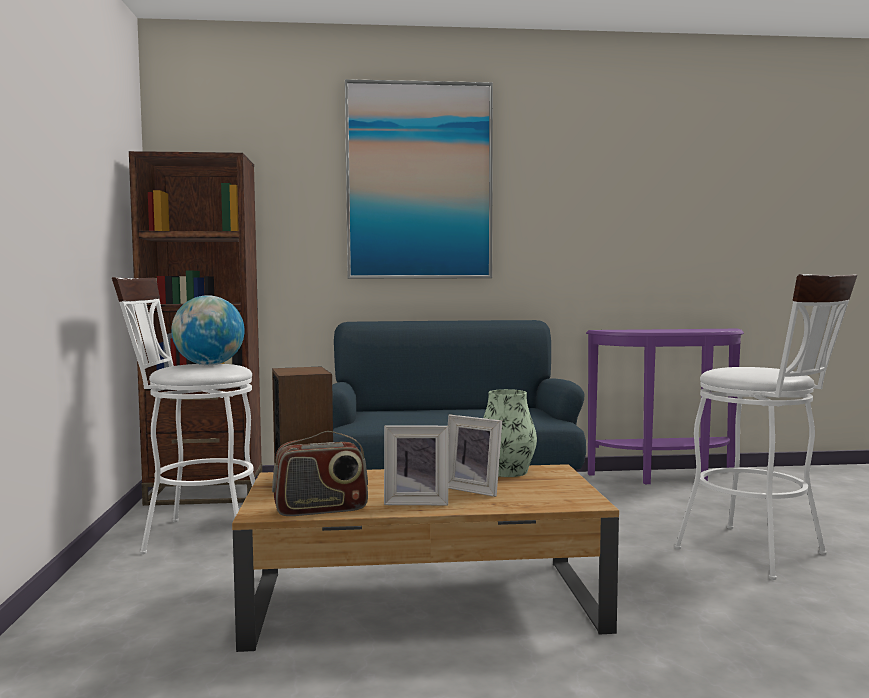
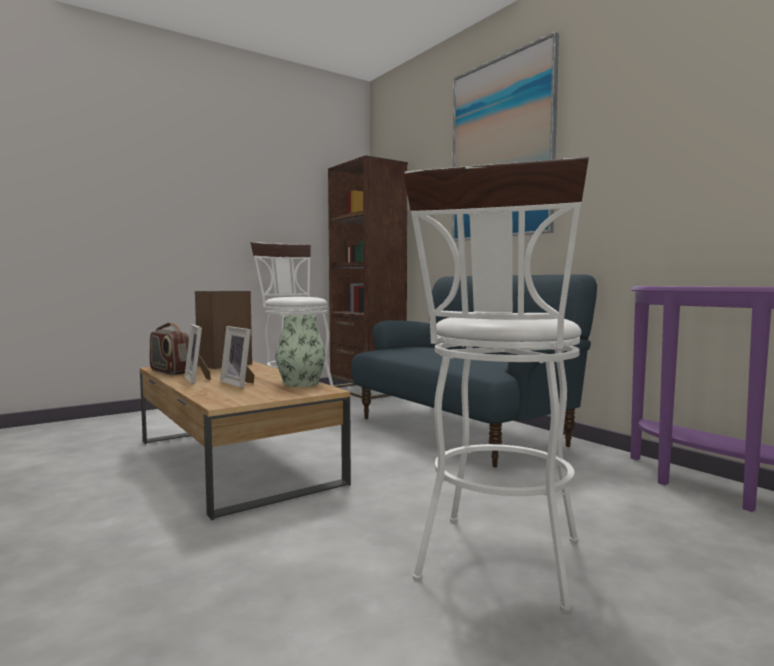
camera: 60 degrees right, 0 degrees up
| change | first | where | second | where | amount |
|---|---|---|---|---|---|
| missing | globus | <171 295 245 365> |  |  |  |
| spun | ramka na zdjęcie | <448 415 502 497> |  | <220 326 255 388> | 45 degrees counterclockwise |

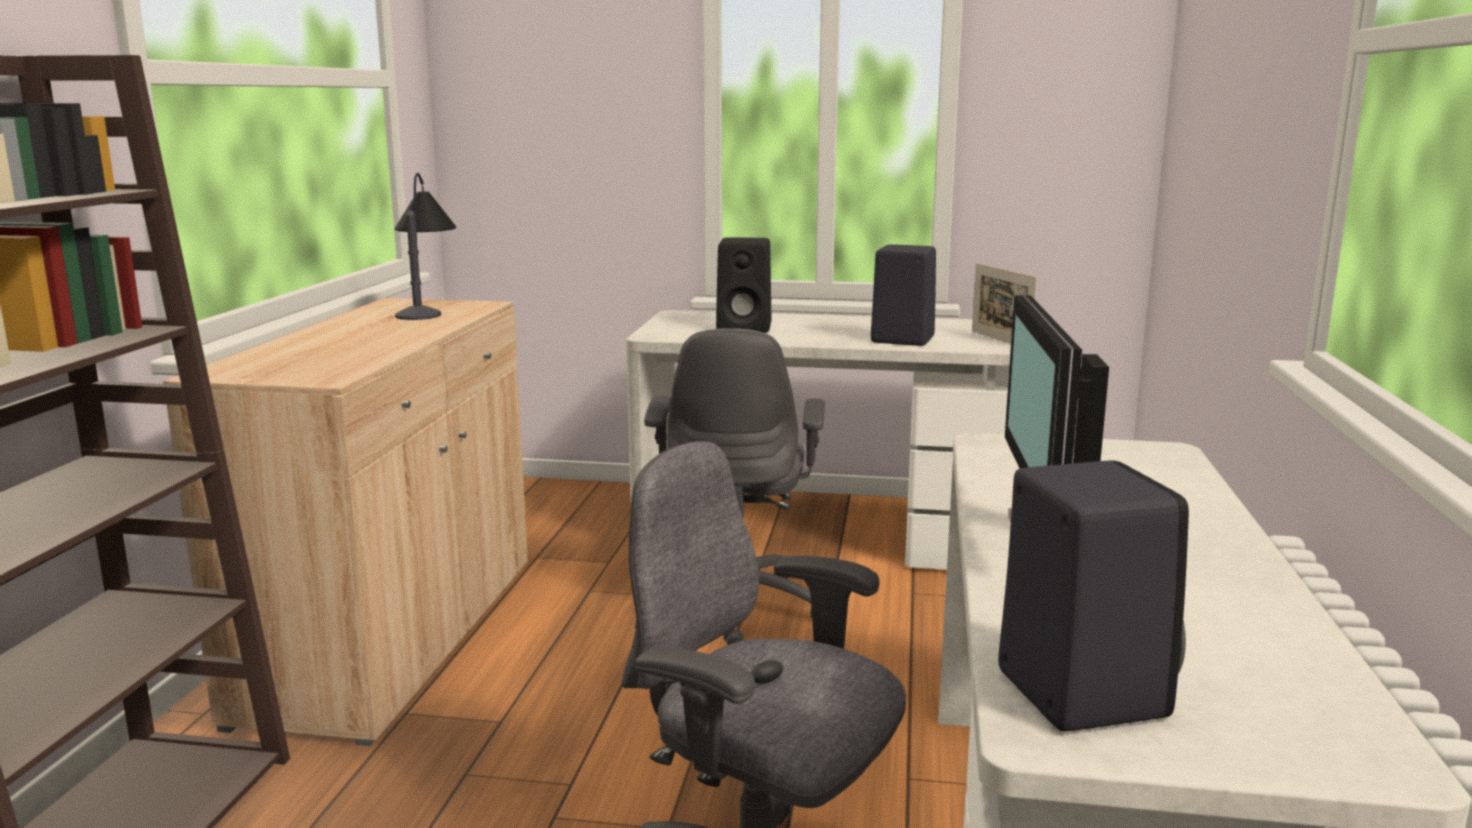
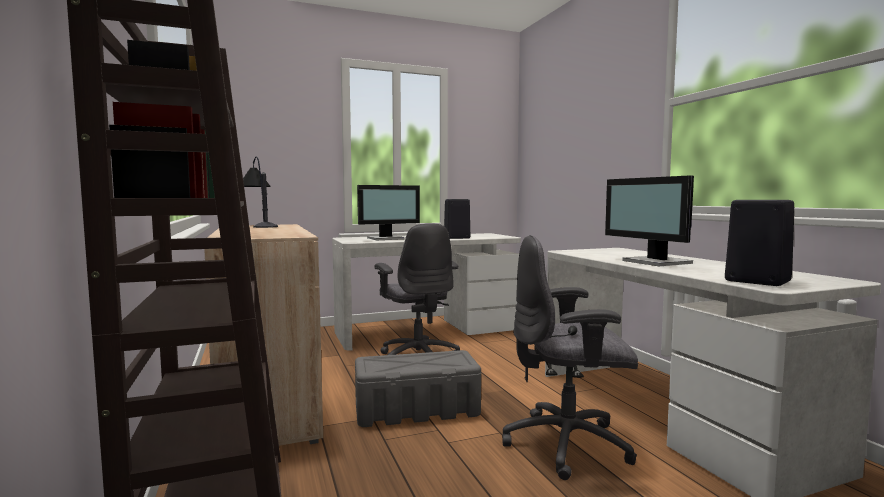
camera: 30 degrees left, 10 degrees down
| change | first | where | second | where | amount |
|---|---|---|---|---|---|
| missing | ramka na zdjęcie | <972 263 1037 344> |  |  |  |
| appeared |  |  | pojemnik do przechowywania [szary] | <355 350 481 427> |  |
| exchanged | głośnik [czarny] | <716 237 771 333> | monitor | <357 185 420 240> |  |

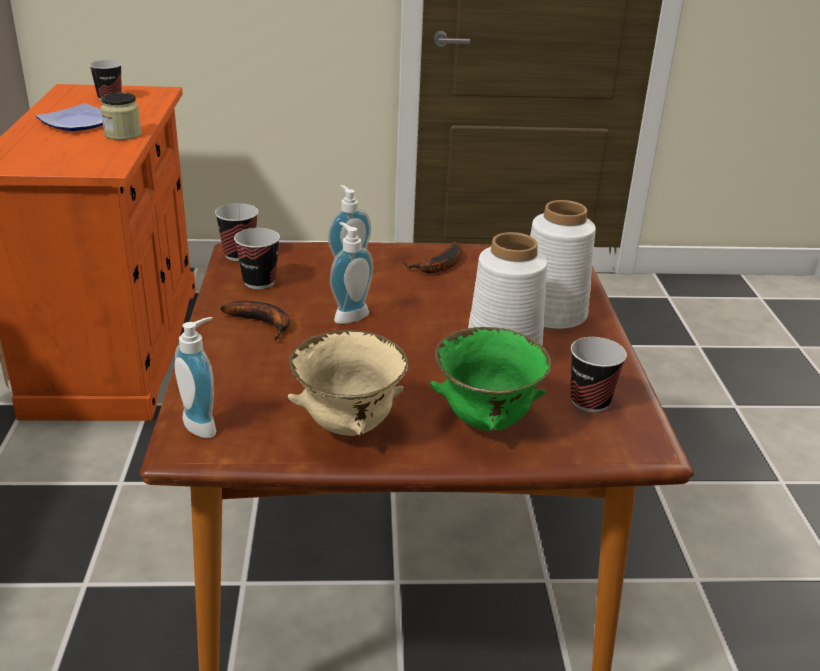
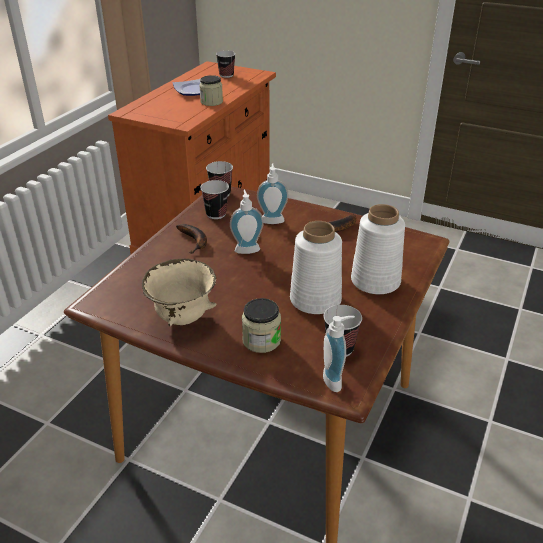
camera: 30 degrees right, 5 degrees up
| change | first | where | second | where | amount |
|---|---|---|---|---|---|
| relocated | dozownik mydła | <175 317 216 438> |  | <323 316 355 392> |  |
| exchanged | miska [zielony] | <430 327 552 431> | słoik | <242 298 281 353> |  |

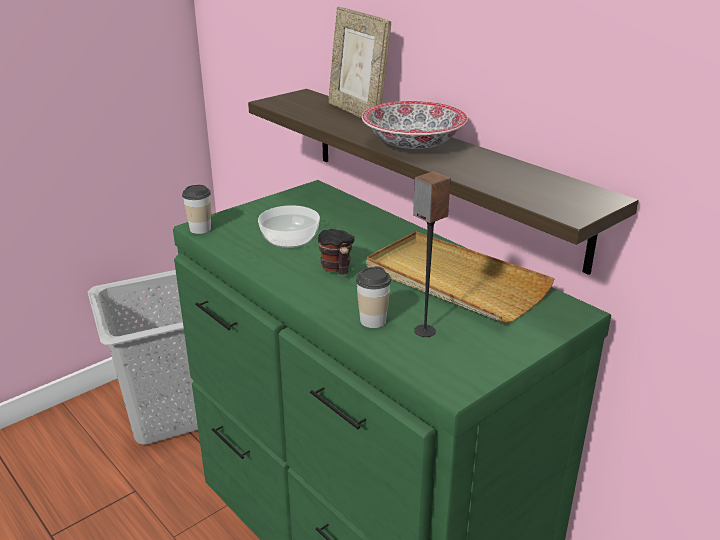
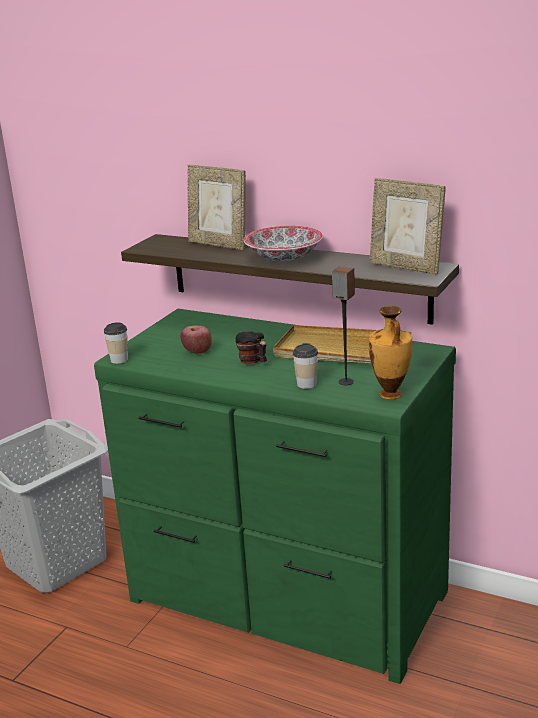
camera: 20 degrees left, 5 degrees down
| change | first | where | second | where | amount |
|---|---|---|---|---|---|
| appeared |  |  | wazon | <369 306 412 399> |  |
| appeared |  |  | ramka na zdjęcie | <370 178 446 275> |  |
| exchanged | miska | <258 205 320 248> | jabłko | <180 325 212 354> |  |

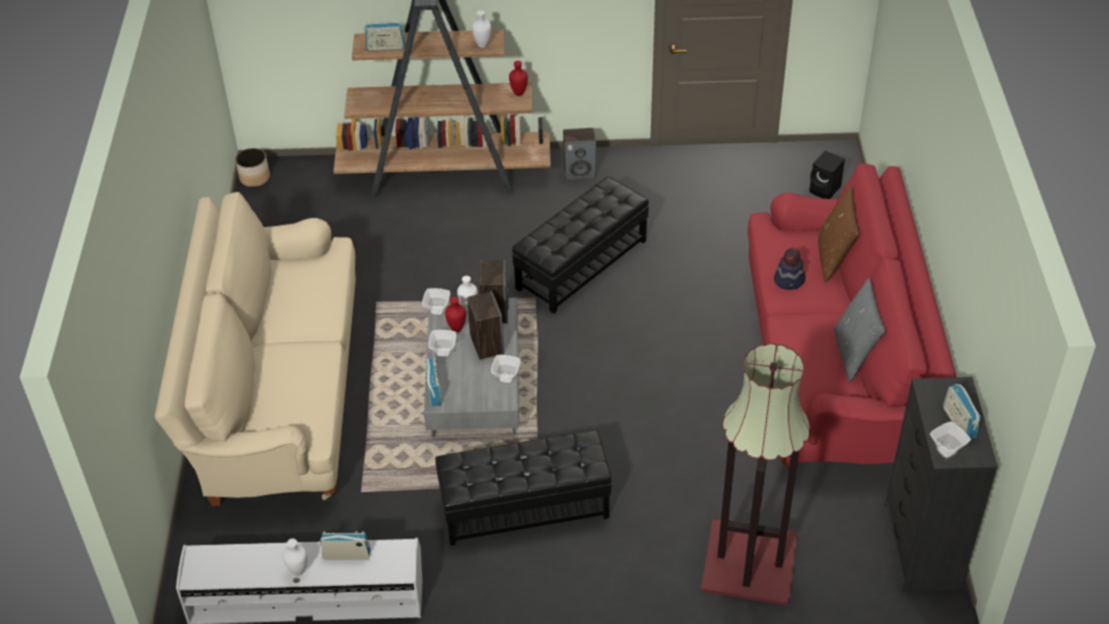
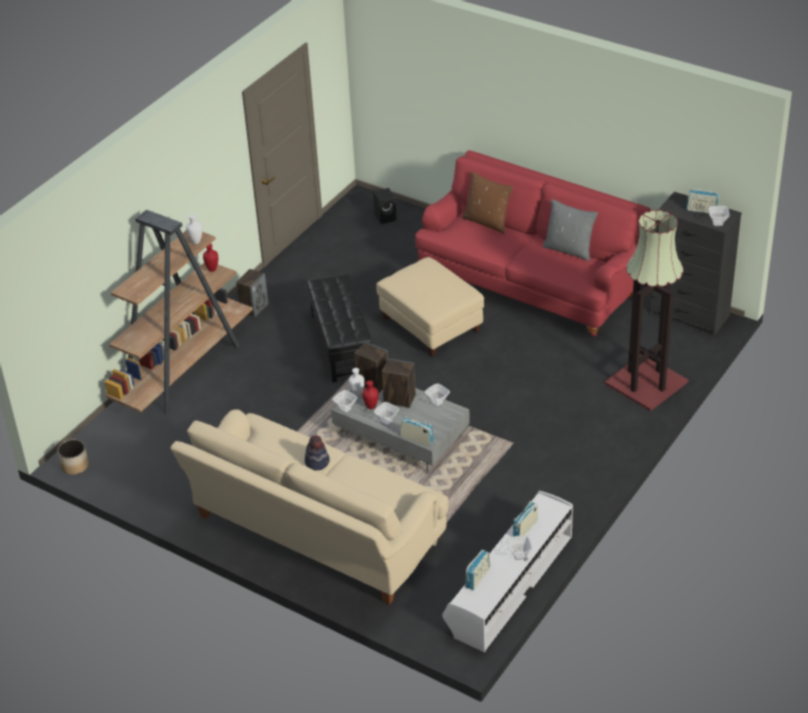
camera: 55 degrees left, 5 degrees down
| change | first | where | second | where | amount |
|---|---|---|---|---|---|
| missing | pufa [czarny] | <435 430 611 546> |  |  |  |
| appeared |  |  | pufa [beżowy] | <377 257 484 356> |  |
| relocated | radio | <364 21 405 51> |  | <465 550 490 590> |  |
| relocated | kapelusz | <774 248 805 290> |  | <305 435 330 471> |  |
| exchanged | wazon [biały] | <283 539 307 576> | miska | <507 535 532 560> |  |

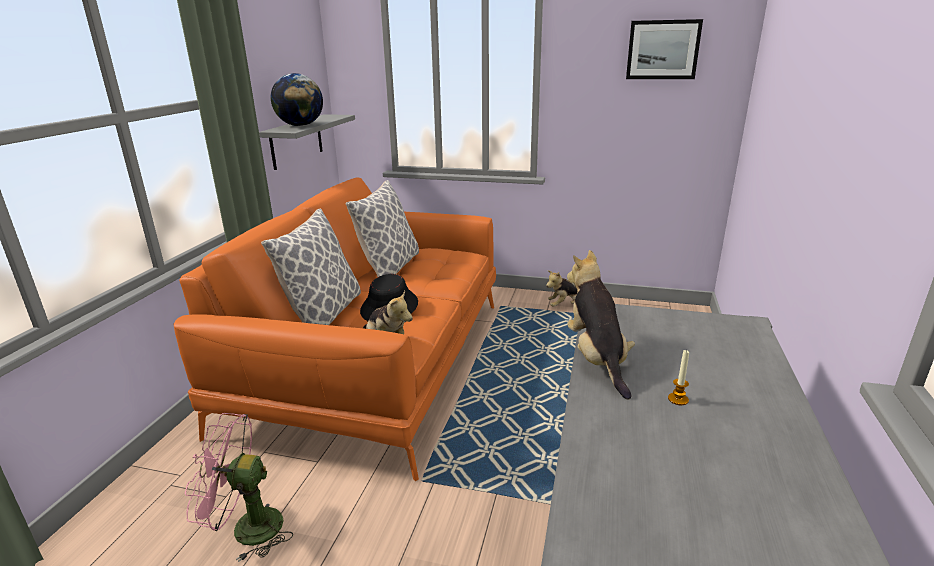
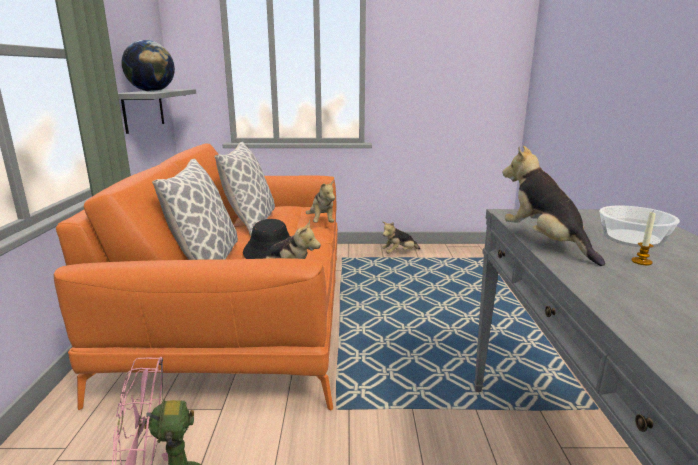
camera: 15 degrees left, 5 degrees down
| change | first | where | second | where | amount |
|---|---|---|---|---|---|
| missing | obraz | <626 19 703 79> |  |  |  |
| appeared |  |  | pluszak | <306 180 335 223> |  |
| appeared |  |  | miska | <599 206 680 248> |  |

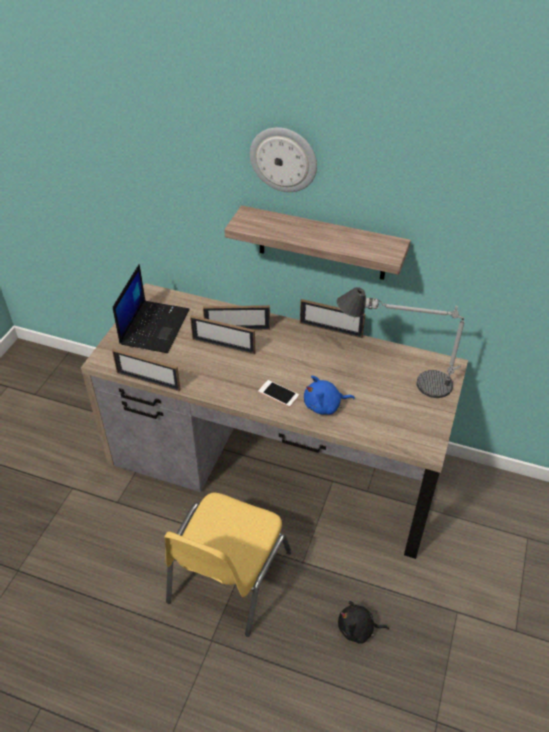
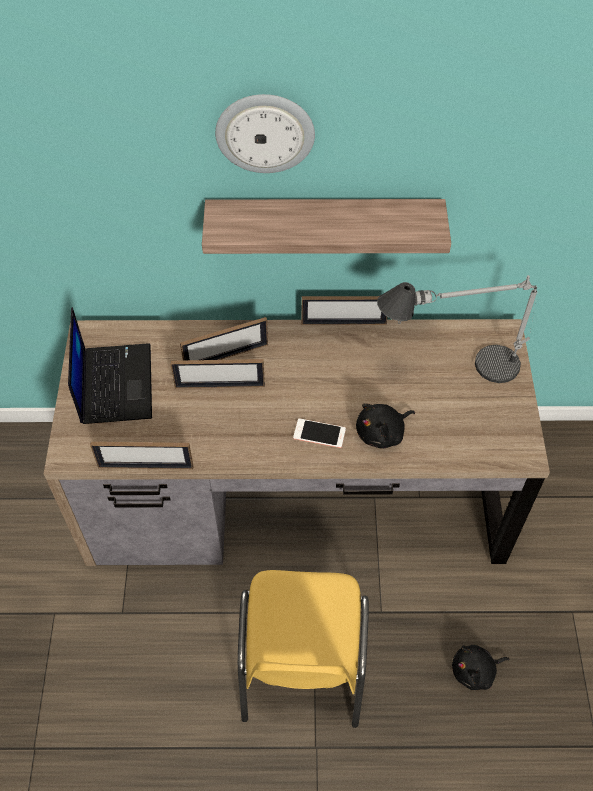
camera: 20 degrees left, 10 degrees up
| change | first | where | second | where | amount |
|---|---|---|---|---|---|
| colour | pluszak [niebieski] | <304 375 355 415> | pluszak [czarny] | <356 404 415 449> |  |

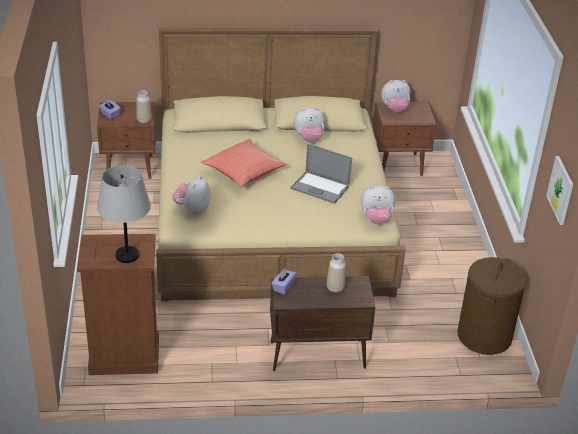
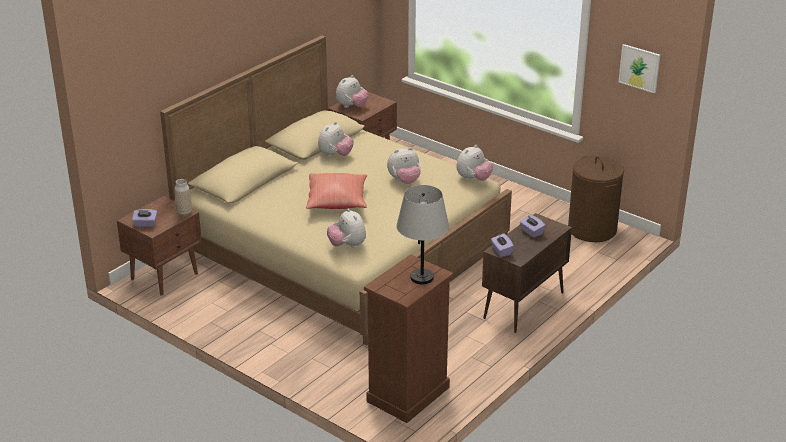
camera: 45 degrees left, 5 degrees down
| change | first | where | second | where | amount |
|---|---|---|---|---|---|
| exchanged | laptop | <290 144 352 204> | pluszak | <387 147 421 184> |  |
| exchanged | wazon | <327 253 346 293> | pudełko chusteczek [fioletowy] | <520 215 546 238> |  |

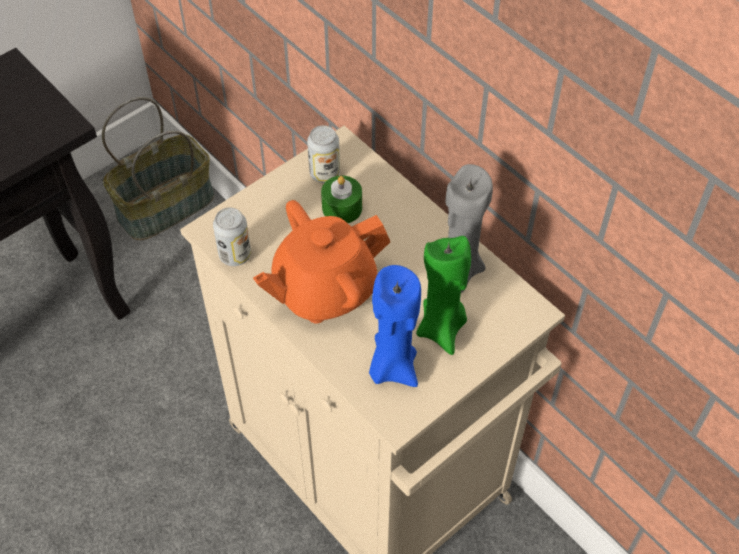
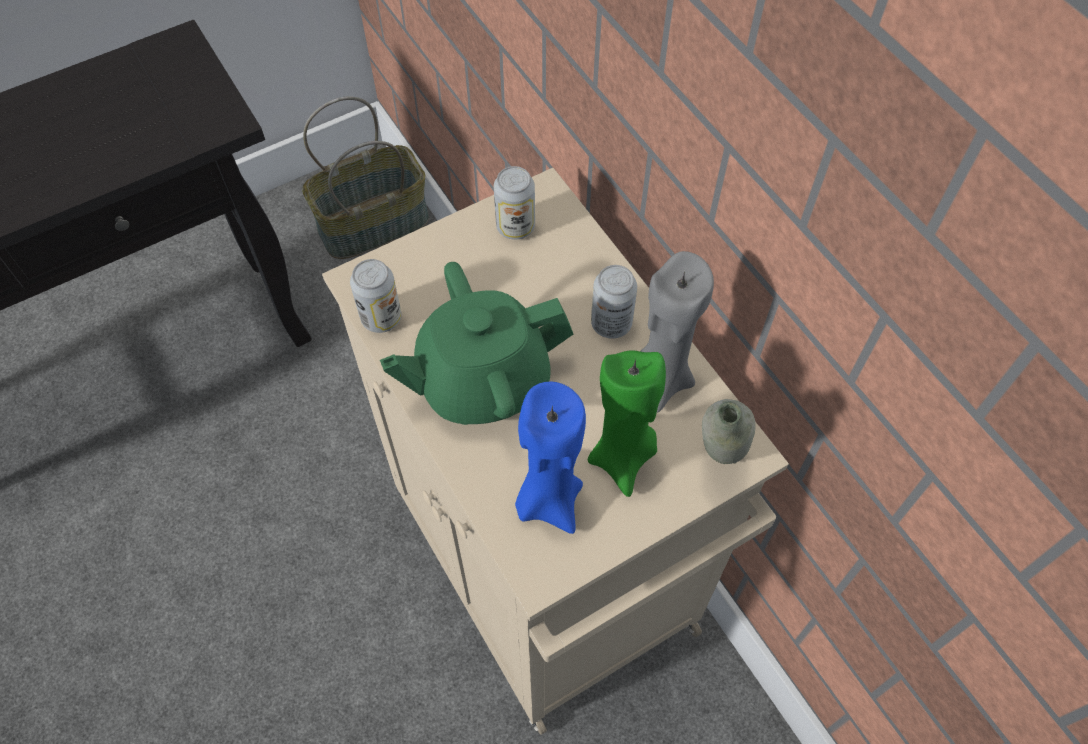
camera: 10 degrees right, 5 degrees up
| change | first | where | second | where | amount |
|---|---|---|---|---|---|
| missing | świeca [zielony] | <321 176 362 223> |  |  |  |
| appeared |  |  | puszka | <591 265 637 339> |  |
| appeared |  |  | butelka [szary] | <702 399 756 464> |  |
| colour | imbryk [pomarańczowy] | <253 200 390 323> | imbryk [zielony] | <380 262 573 425> |  |

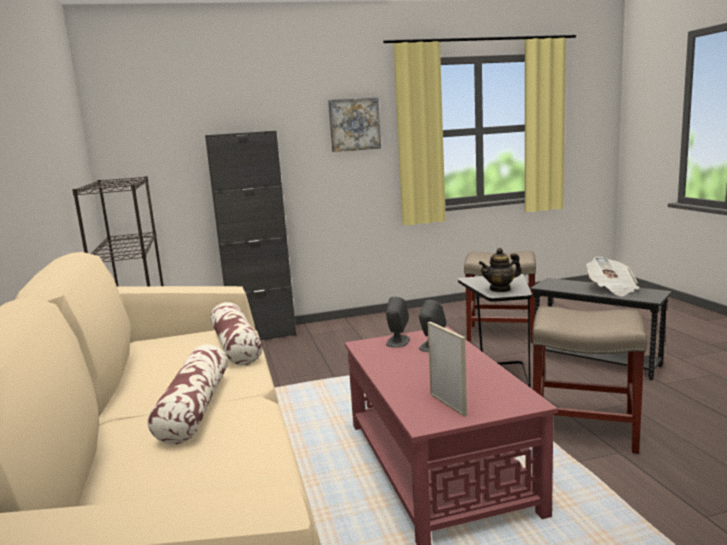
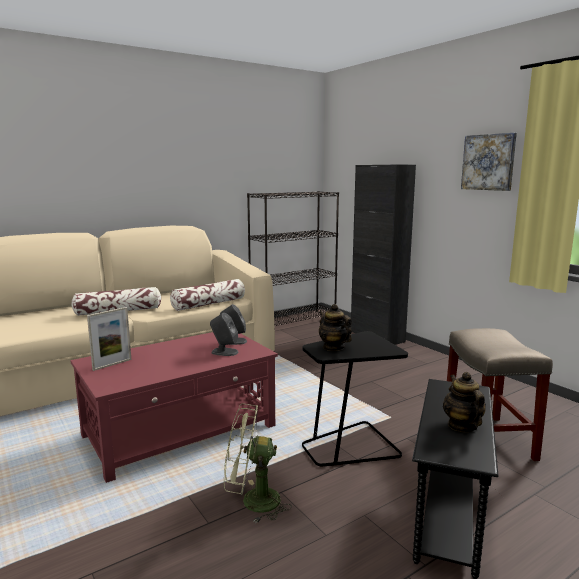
camera: 70 degrees right, 0 degrees up
| change | first | where | second | where | amount |
|---|---|---|---|---|---|
| exchanged | stołek [beżowy] | <532 306 647 454> | wentylator [zielony] | <224 403 292 523> |  |
| exchanged | gazeta | <586 257 639 296> | imbryk | <443 372 486 432> |  |

